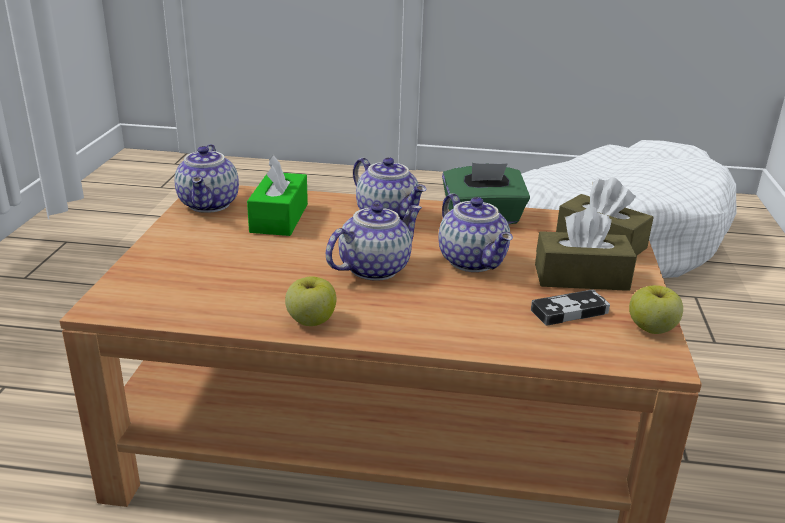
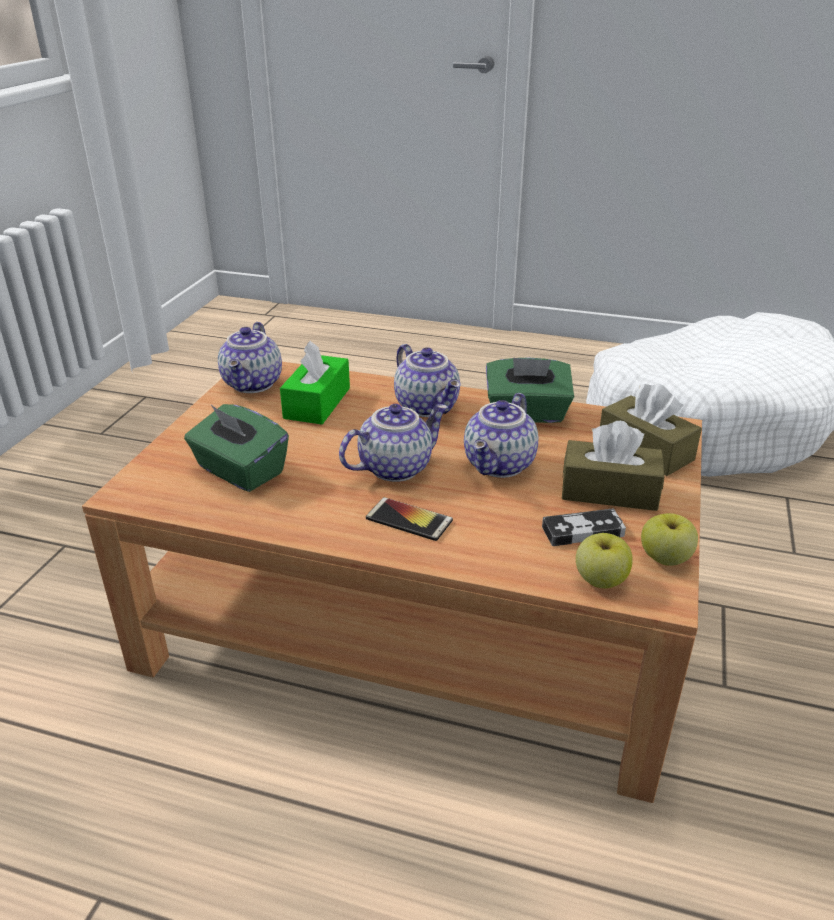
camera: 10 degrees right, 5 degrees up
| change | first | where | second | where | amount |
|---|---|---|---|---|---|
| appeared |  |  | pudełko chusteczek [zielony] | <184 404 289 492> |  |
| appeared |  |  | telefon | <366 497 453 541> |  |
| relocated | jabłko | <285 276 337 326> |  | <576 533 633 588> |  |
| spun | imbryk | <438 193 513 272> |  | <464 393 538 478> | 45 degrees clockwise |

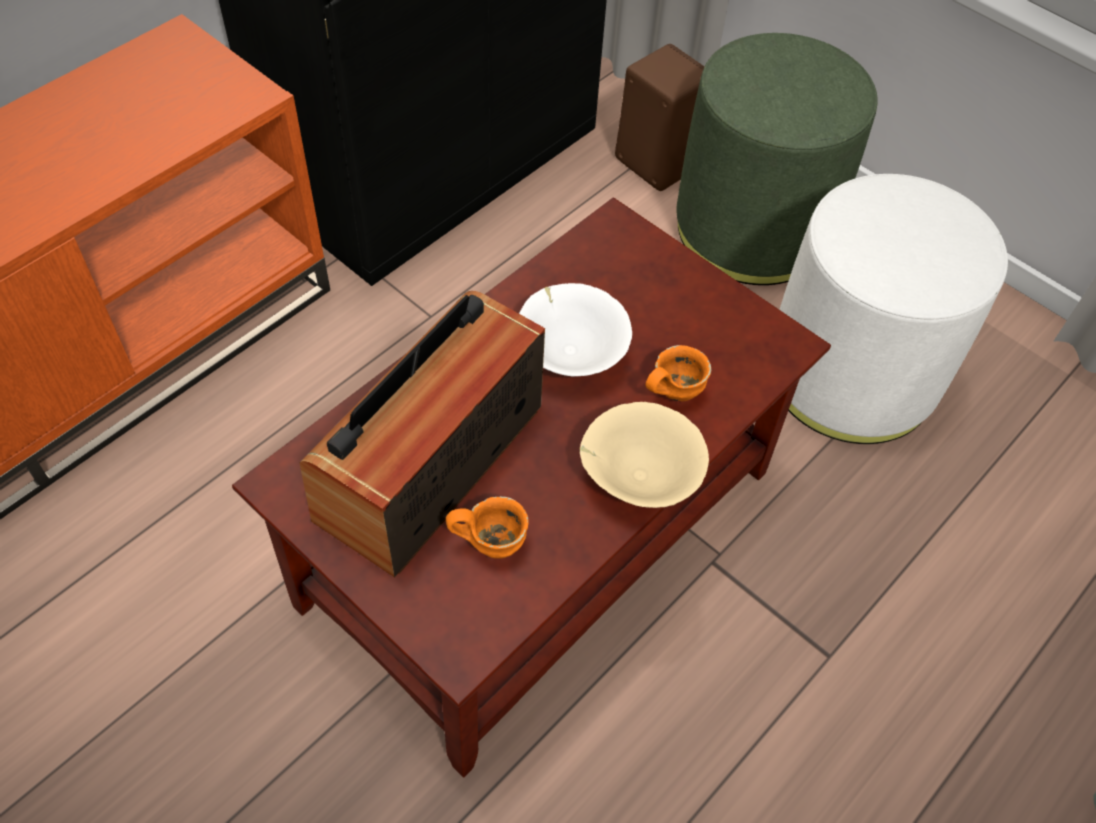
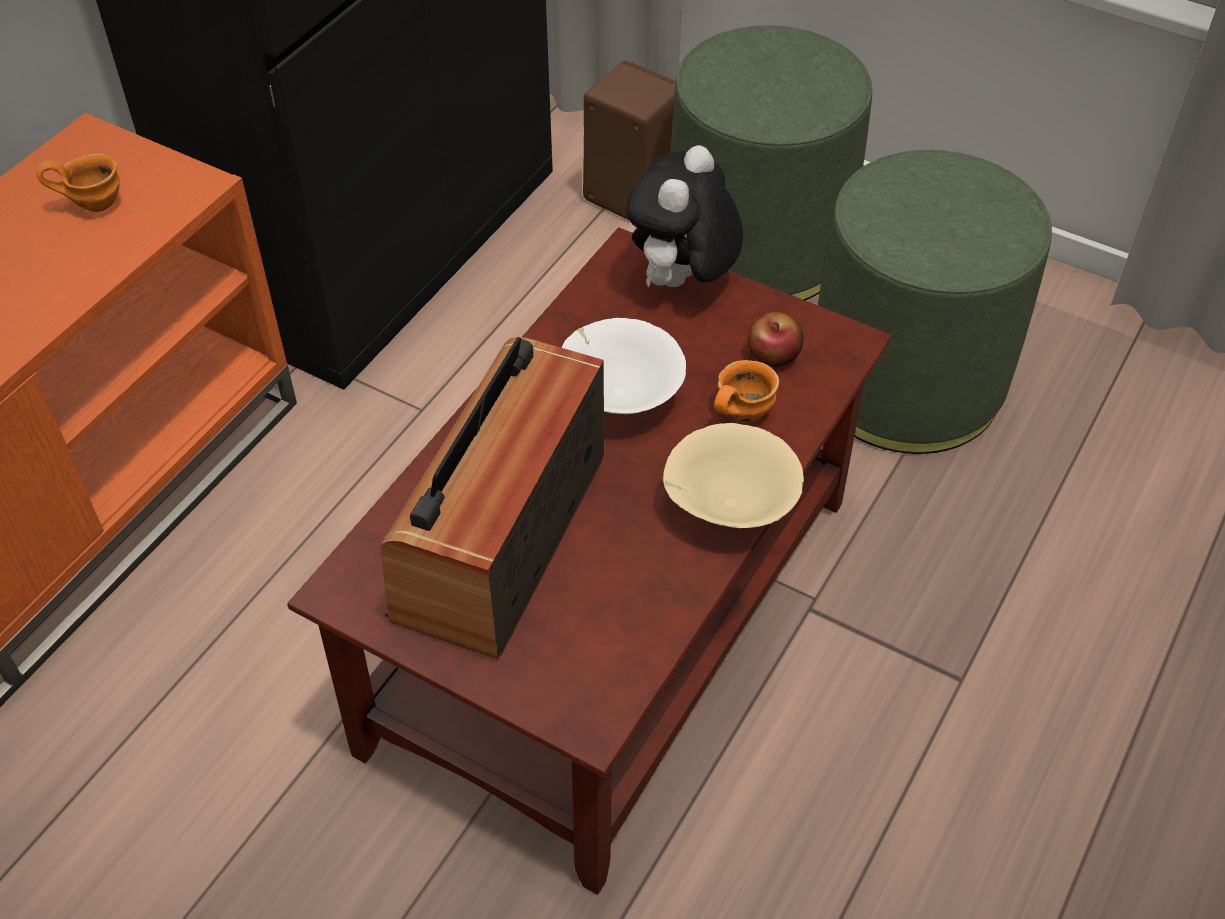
camera: 10 degrees left, 5 degrees down
| change | first | where | second | where | amount |
|---|---|---|---|---|---|
| appeared |  |  | pluszak | <627 145 743 288> |  |
| appeared |  |  | jabłko | <747 312 803 367> |  |
| relocated | kubek [pomarańczowy] | <446 496 529 559> |  | <36 154 120 212> |  |
| colour | pufa [biały] | <780 174 1008 444> | pufa [zielony] | <818 150 1052 454> |  |

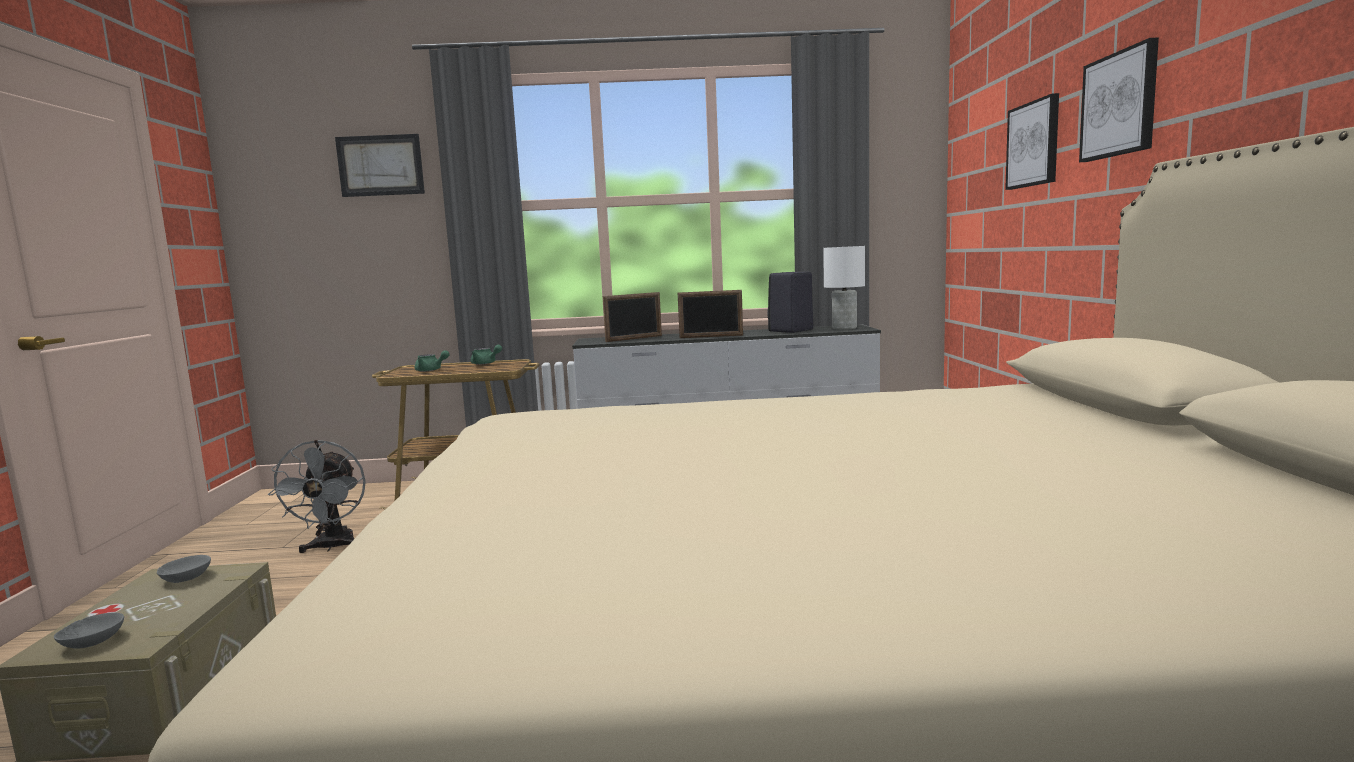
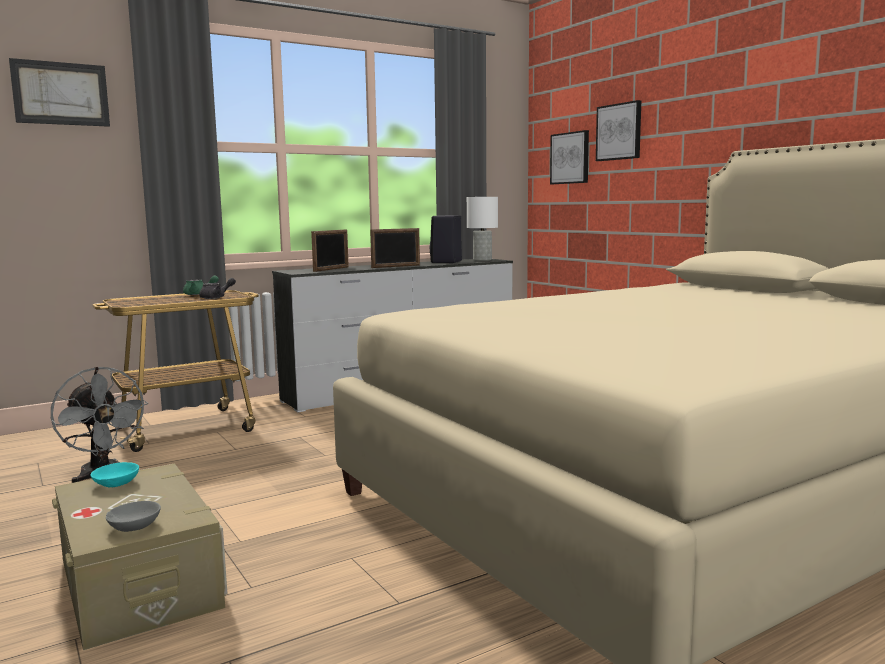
camera: 30 degrees left, 0 degrees up
| change | first | where | second | where | amount |
|---|---|---|---|---|---|
| missing | imbryk [zielony] | <415 350 449 372> |  |  |  |
| appeared |  |  | imbryk [szary] | <199 278 236 299> |  |
| relocated | obraz | <1079 37 1159 162> |  | <550 130 589 184> |  |
| colour | miska [szary] | <157 555 211 583> | miska [turkusowy] | <90 462 139 487> |  |

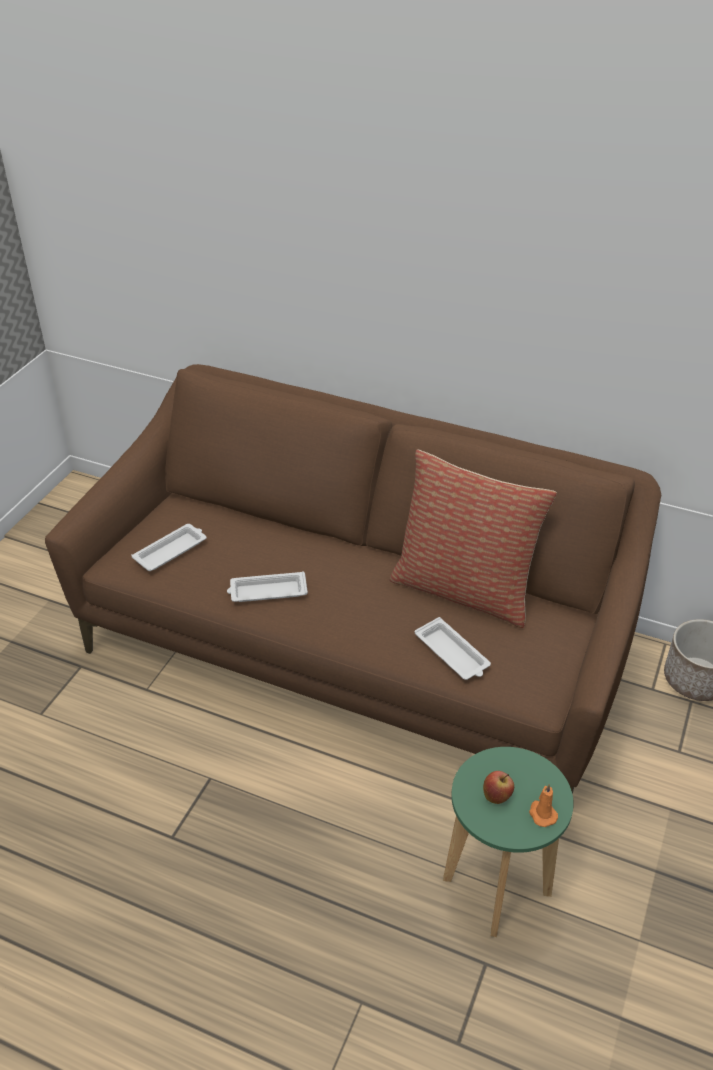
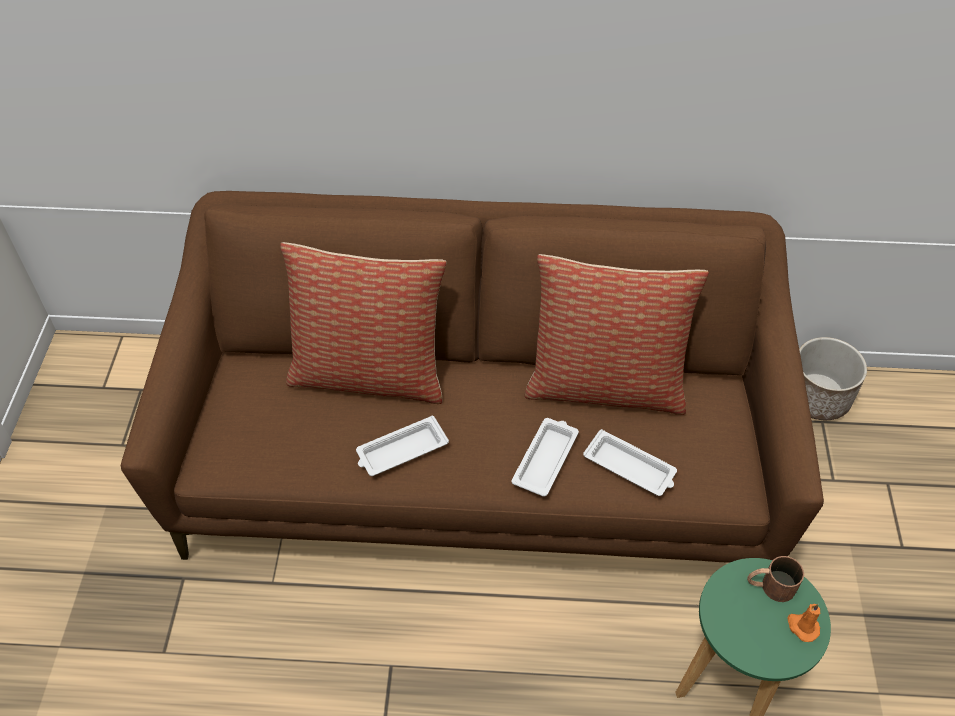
camera: 20 degrees left, 10 degrees up
| change | first | where | second | where | amount |
|---|---|---|---|---|---|
| missing | jabłko | <483 771 514 804> |  |  |  |
| appeared |  |  | poduszka | <280 242 446 404> |  |
| appeared |  |  | kubek [brązowy] | <747 556 804 602> |  |
| relocated | taca [biały] | <131 524 207 571> |  | <511 418 579 497> |  |

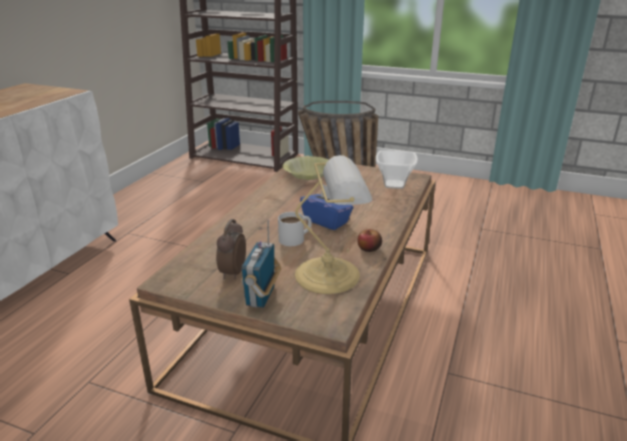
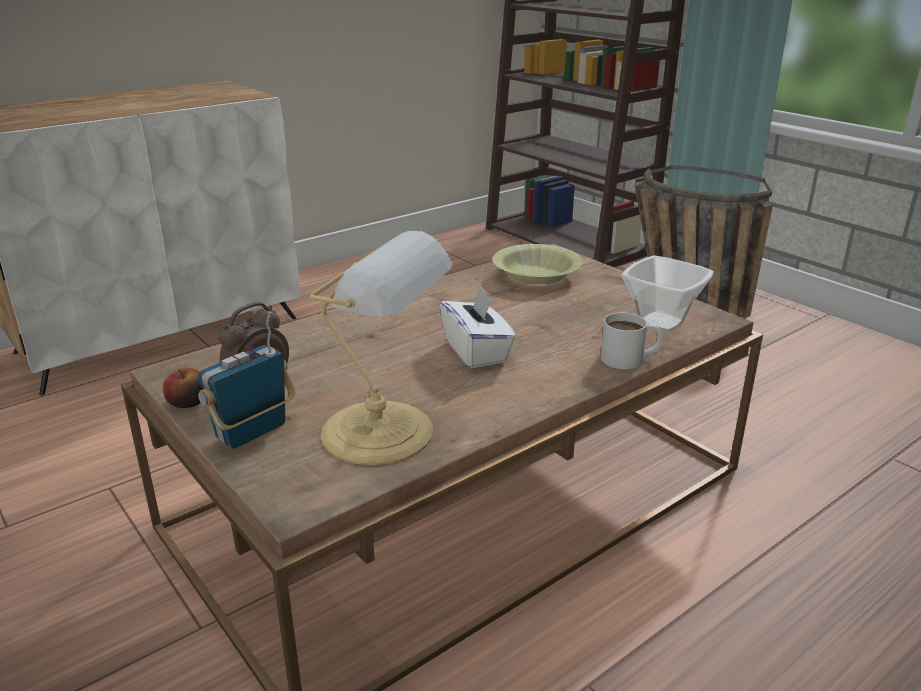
camera: 30 degrees right, 0 degrees up
| change | first | where | second | where | amount |
|---|---|---|---|---|---|
| relocated | kubek [biały] | <278 212 312 246> |  | <601 313 663 369> |  |
| relocated | jabłko | <357 229 382 252> |  | <163 368 202 408> |  |
| colour | pudełko chusteczek [niebieski] | <300 184 353 230> | pudełko chusteczek [biały] | <440 287 516 369> |  |

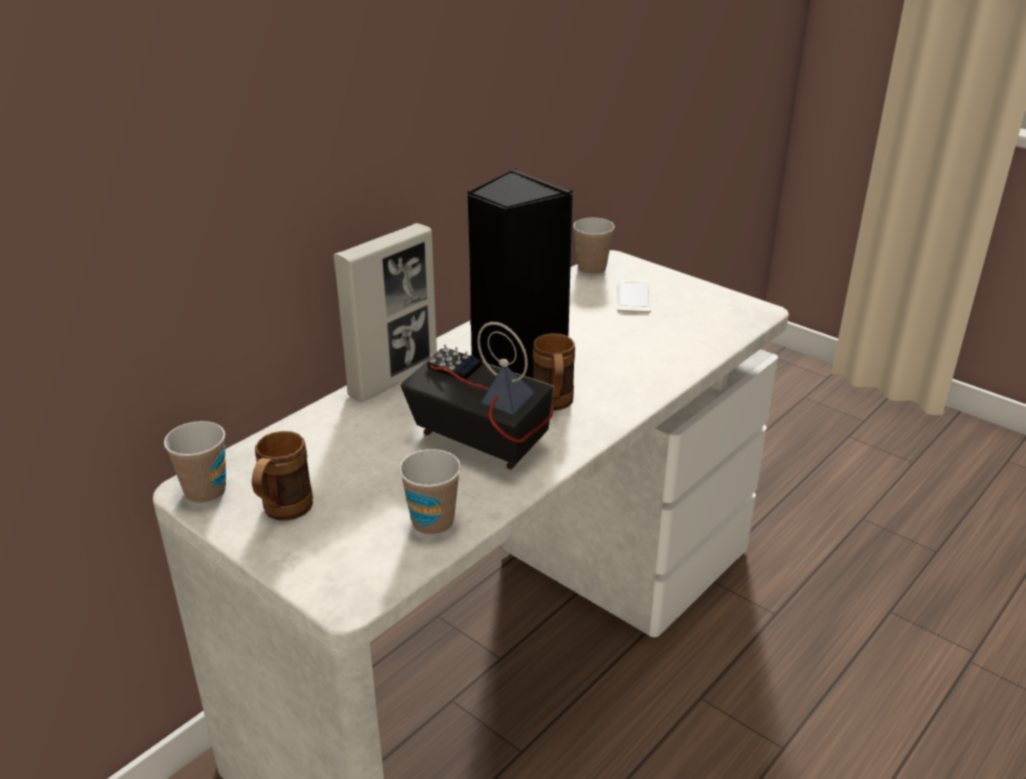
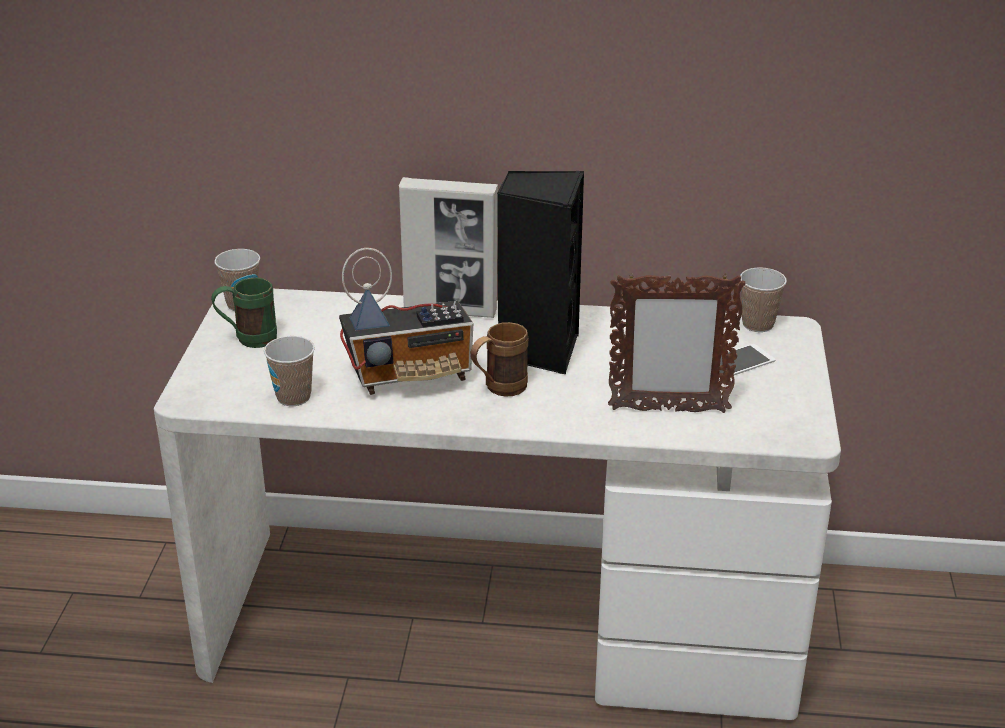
camera: 55 degrees right, 0 degrees up
| change | first | where | second | where | amount |
|---|---|---|---|---|---|
| appeared |  |  | ramka na zdjęcie | <608 273 746 413> |  |
| colour | kubek [brązowy] | <252 431 313 521> | kubek [zielony] | <211 278 277 348> |  |
| spun | radio | <400 322 554 469> |  | <339 248 473 395> | 75 degrees clockwise |

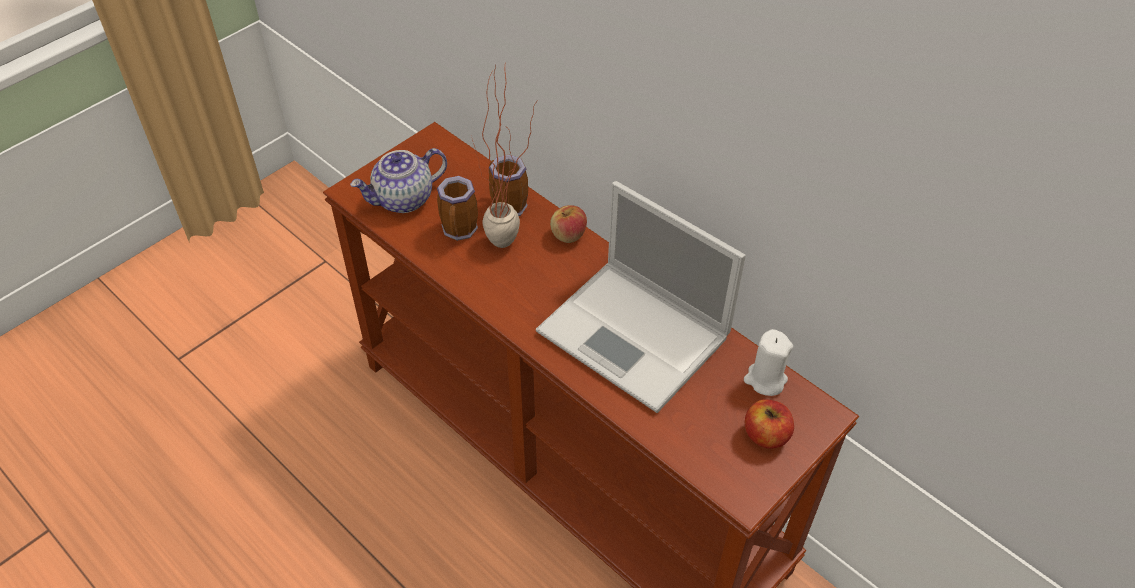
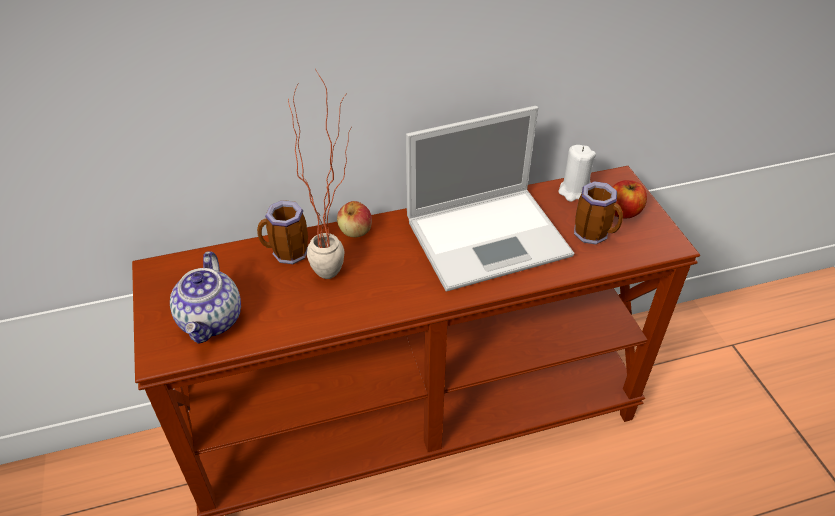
camera: 60 degrees left, 5 degrees down
| change | first | where | second | where | amount |
|---|---|---|---|---|---|
| relocated | kubek | <437 176 478 241> |  | <574 181 623 244> |  |

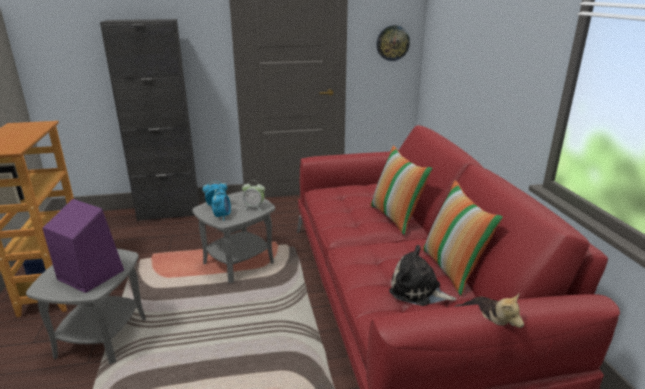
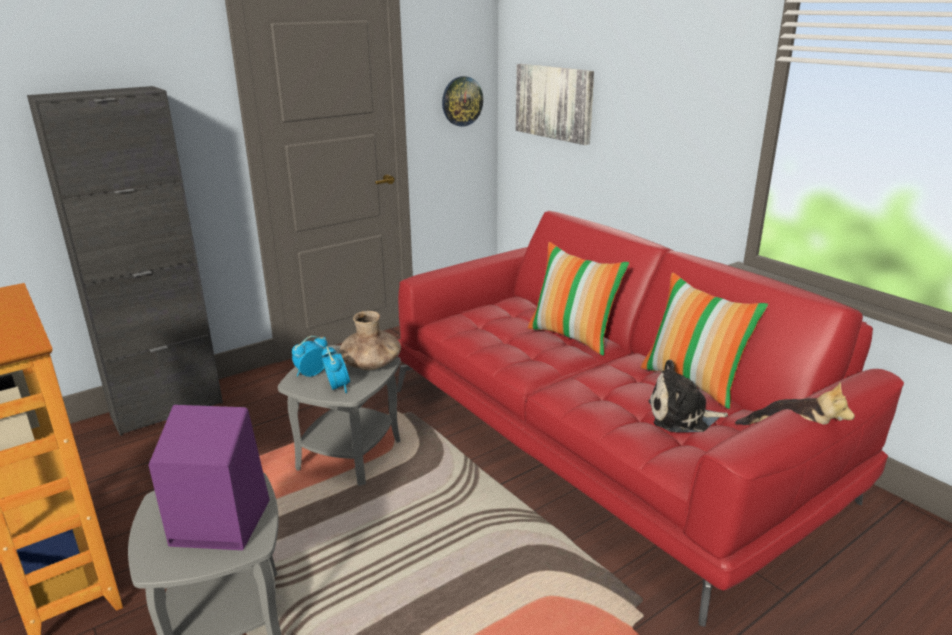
camera: 25 degrees left, 0 degrees up
| change | first | where | second | where | amount |
|---|---|---|---|---|---|
| appeared |  |  | obraz | <516 64 594 145> |  |
| exchanged | budzik | <242 180 265 211> | wazon [brązowy] | <339 311 401 370> |  |

